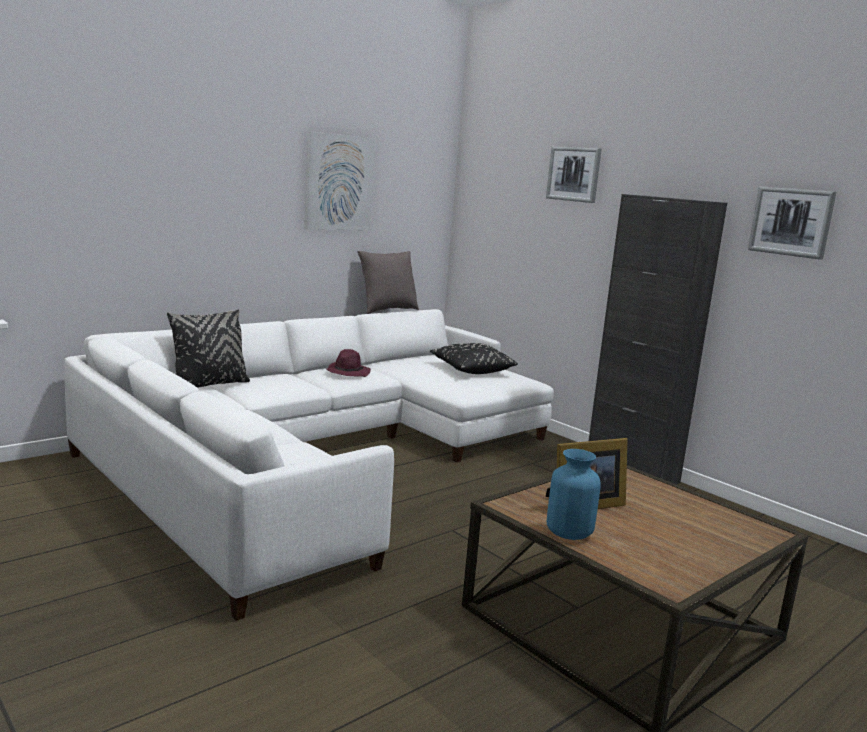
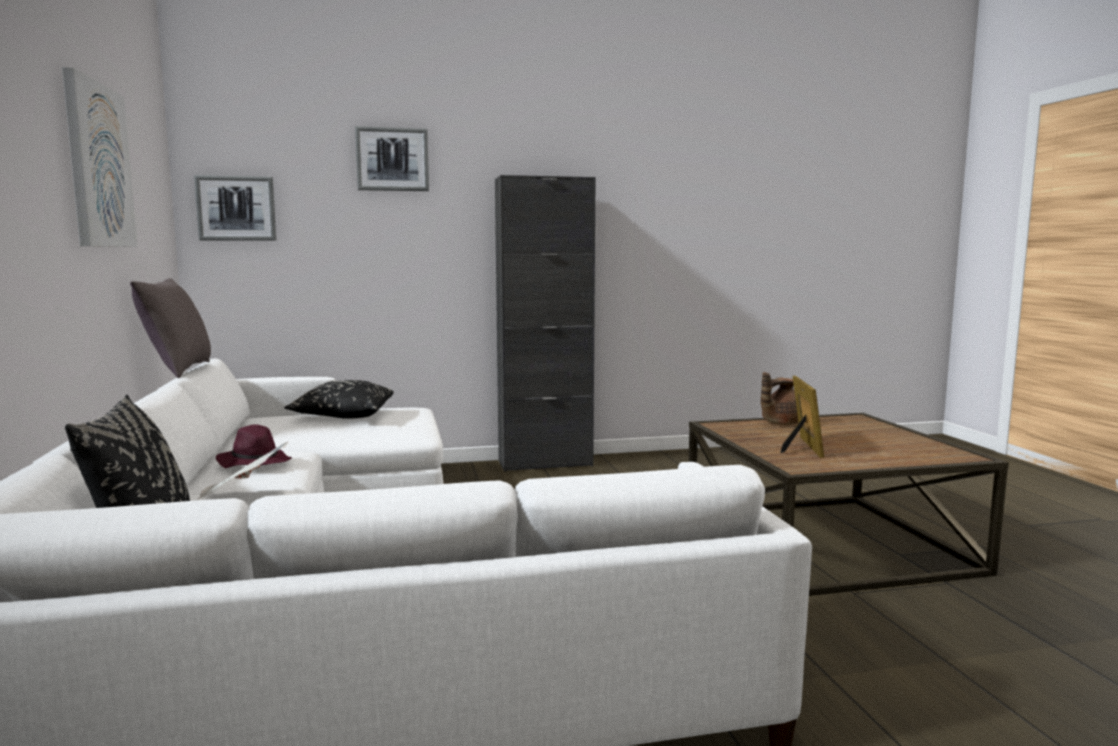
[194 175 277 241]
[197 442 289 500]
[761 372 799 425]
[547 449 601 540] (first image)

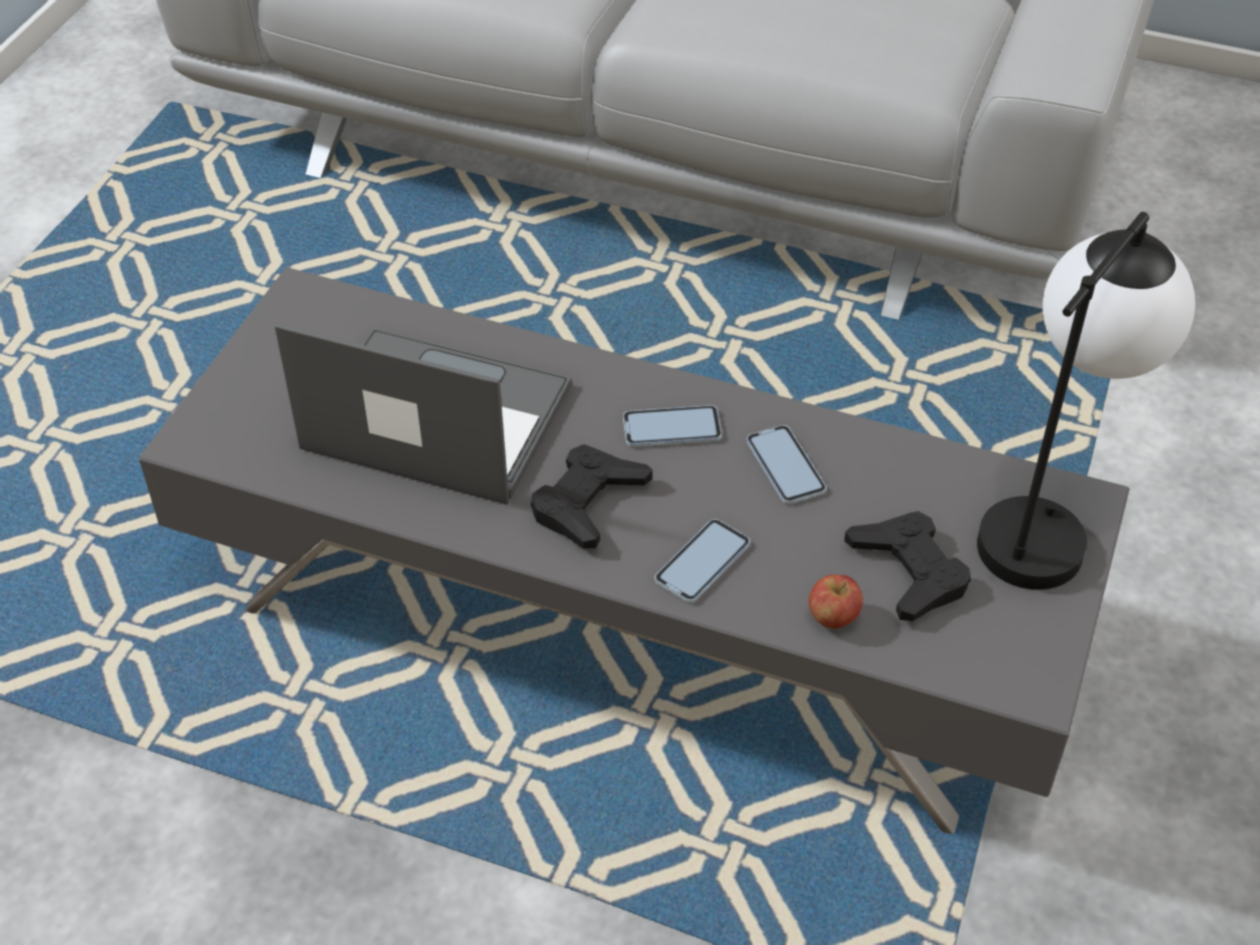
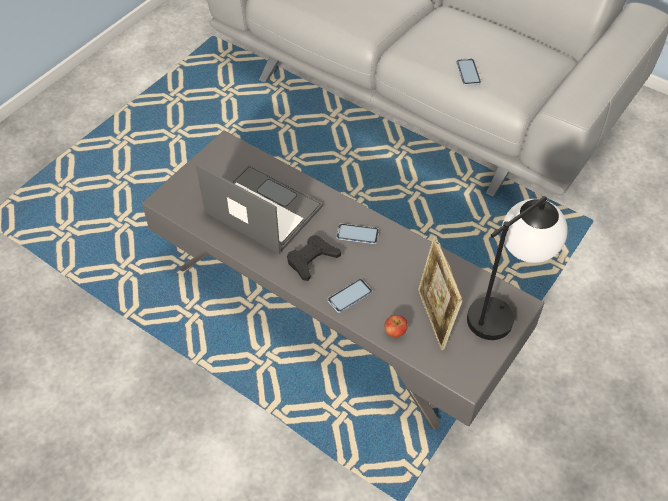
[418 237 463 350]
[456 59 481 85]

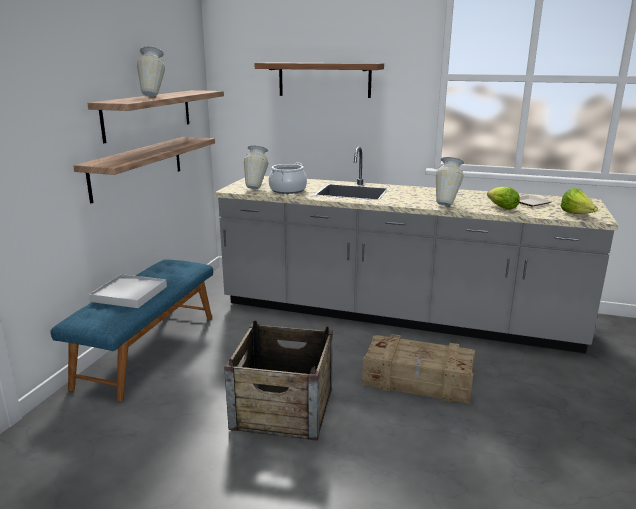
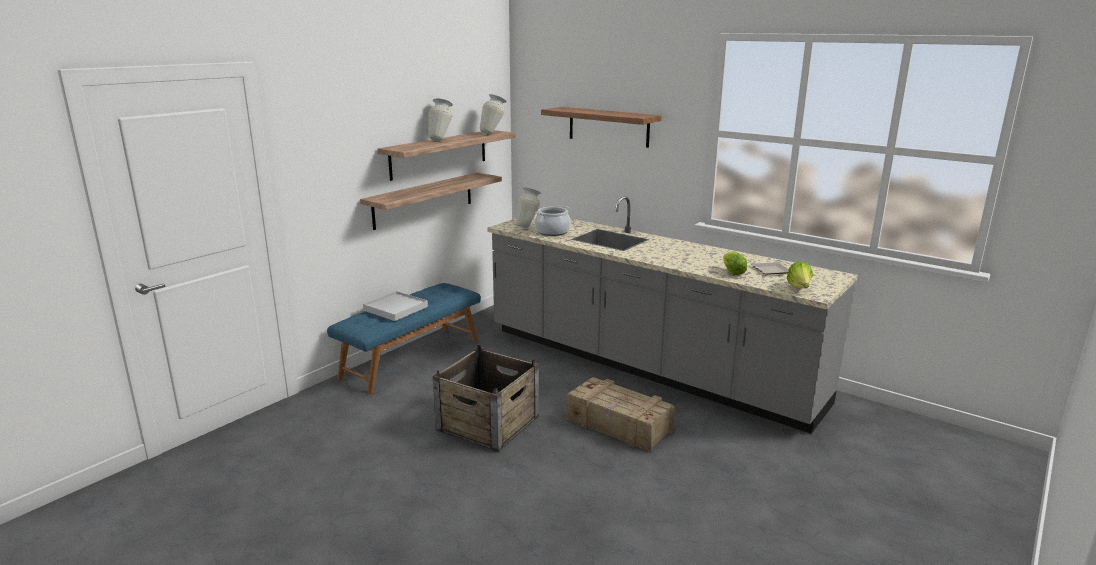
[480 94 507 134]

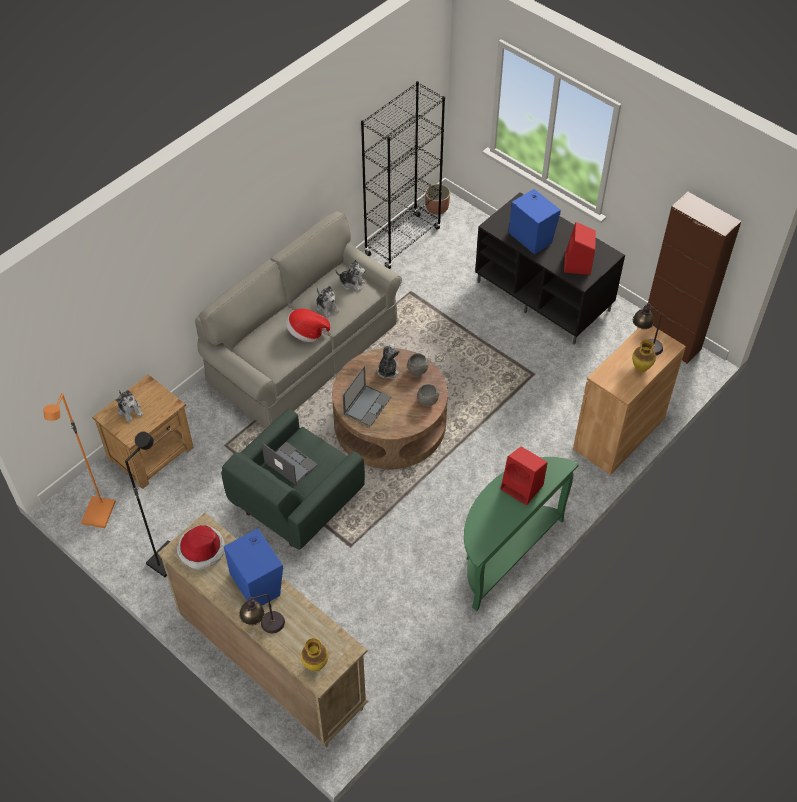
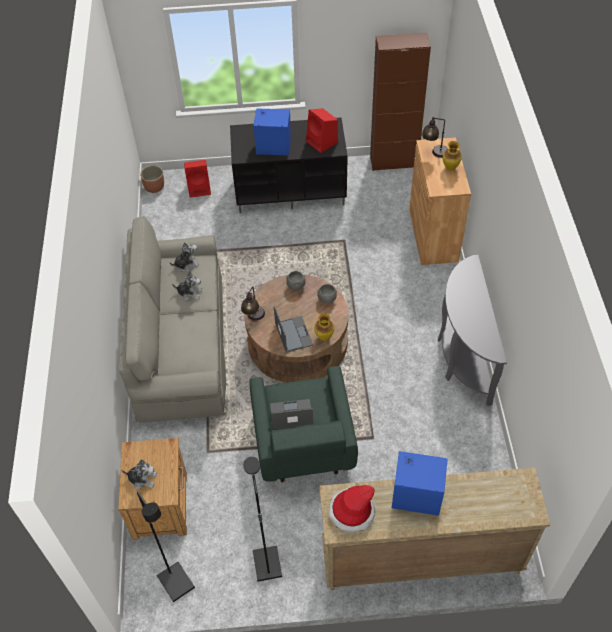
[137 492 195 602]
[184 160 211 198]
[241 286 265 321]
[314 313 334 341]
[438 255 507 406]
[286 309 330 342] (first image)
[361 81 445 269] (first image)
[377 343 400 379] (first image)

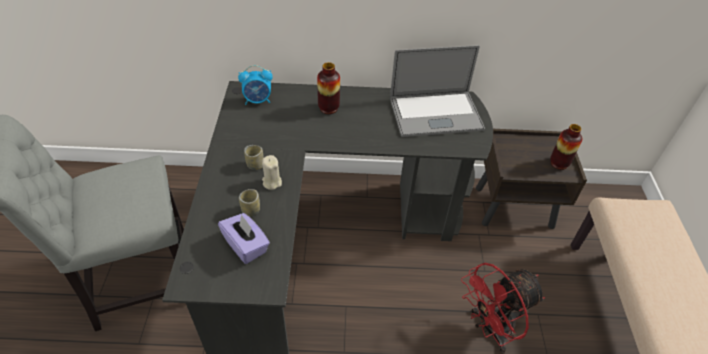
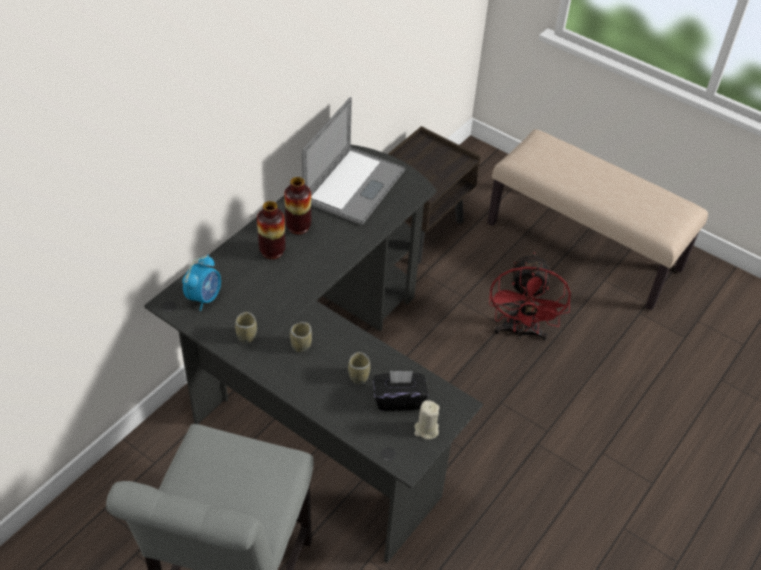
[235 312 257 343]
[284 177 311 235]
[373 370 428 411]
[414 400 440 440]

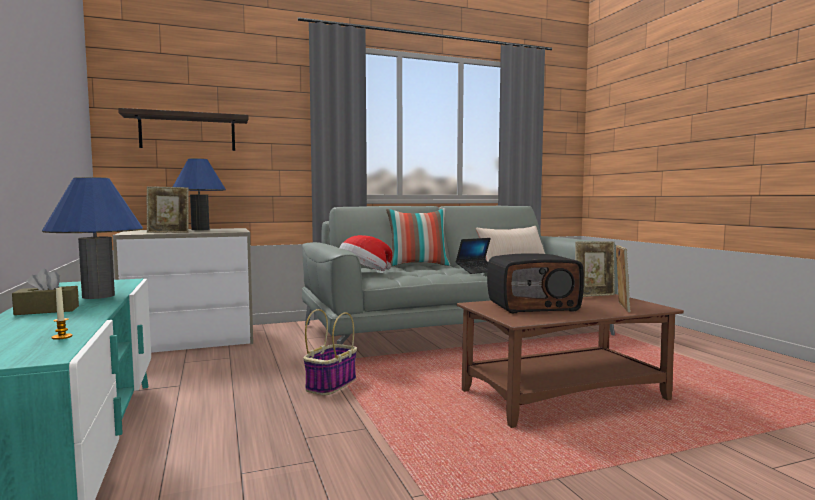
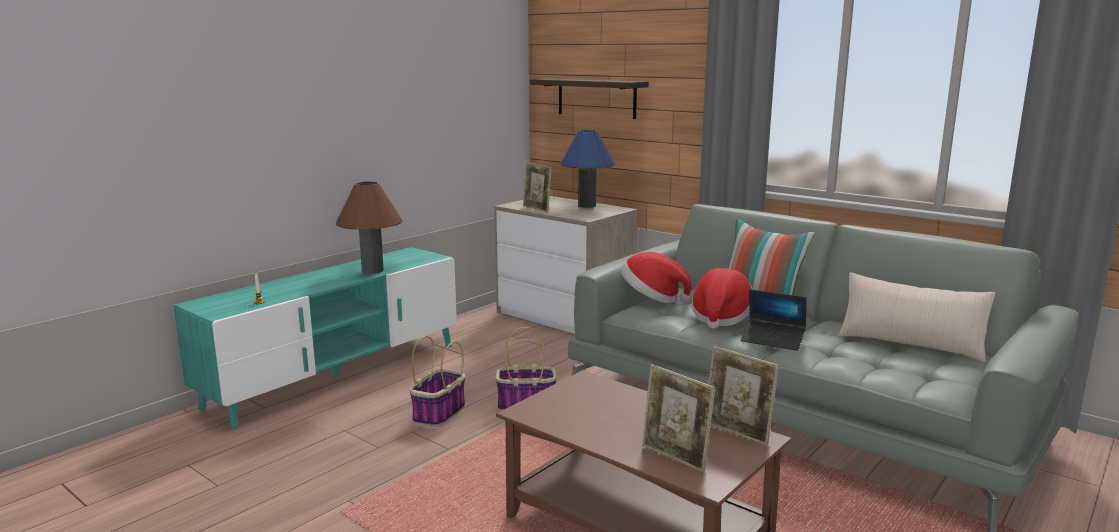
[336 181 403 274]
[410 336 465 427]
[642 364 716 473]
[692 268 753 329]
[12 269 79 315] (first image)
[487 253 584 313] (first image)

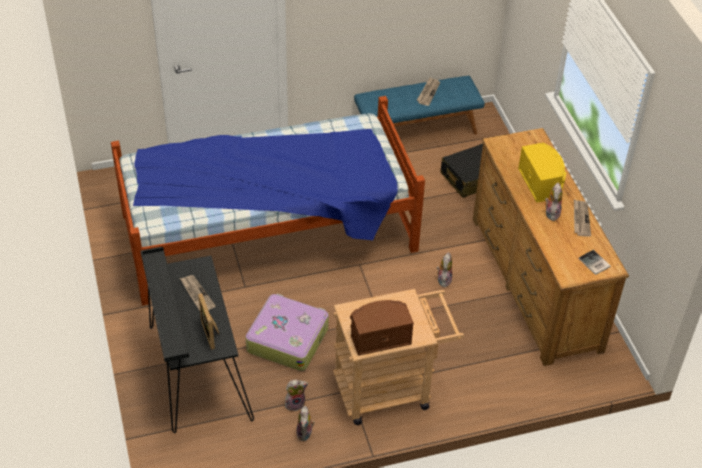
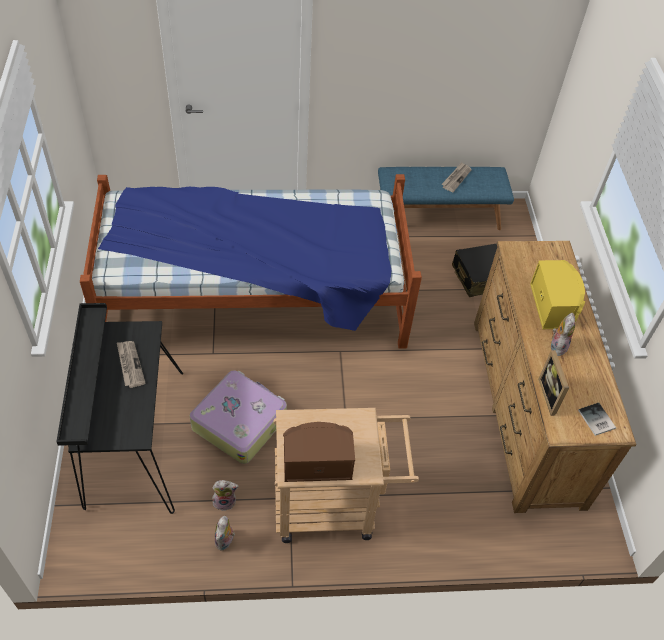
[538 350 569 416]
[437 252 452 287] (first image)
[574 200 591 237] (first image)

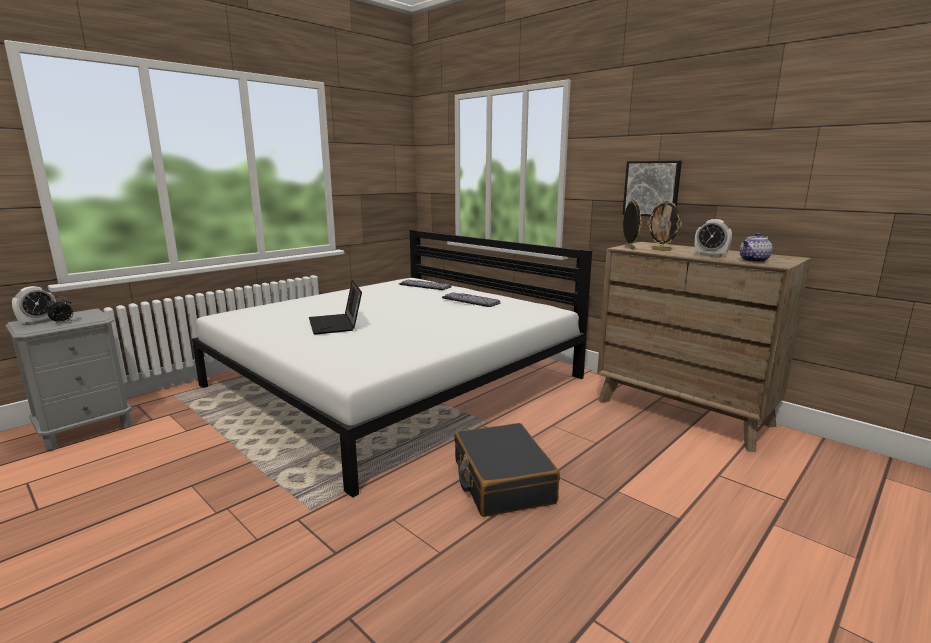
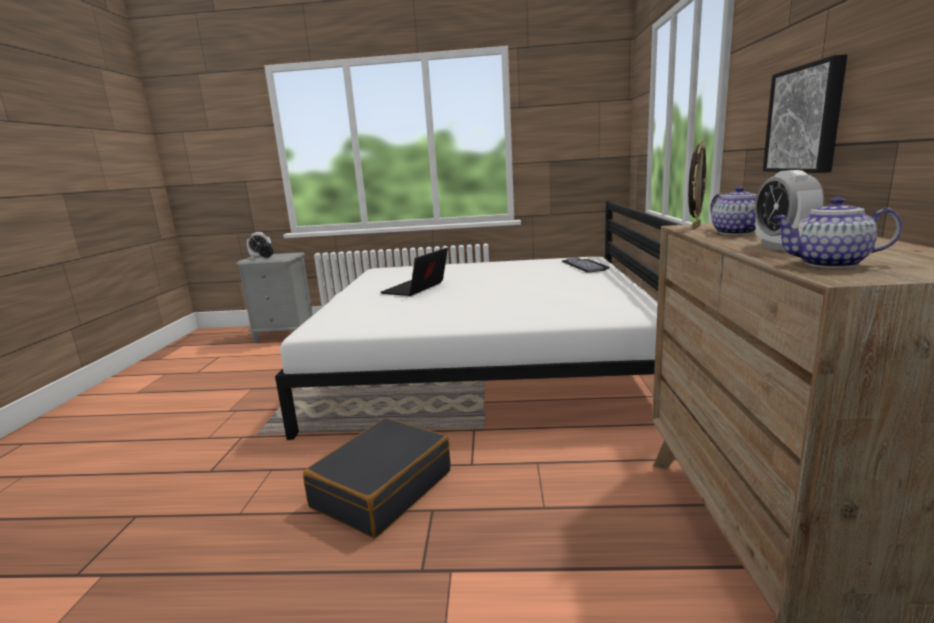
[710 186 757 235]
[442 292 501 307] (first image)

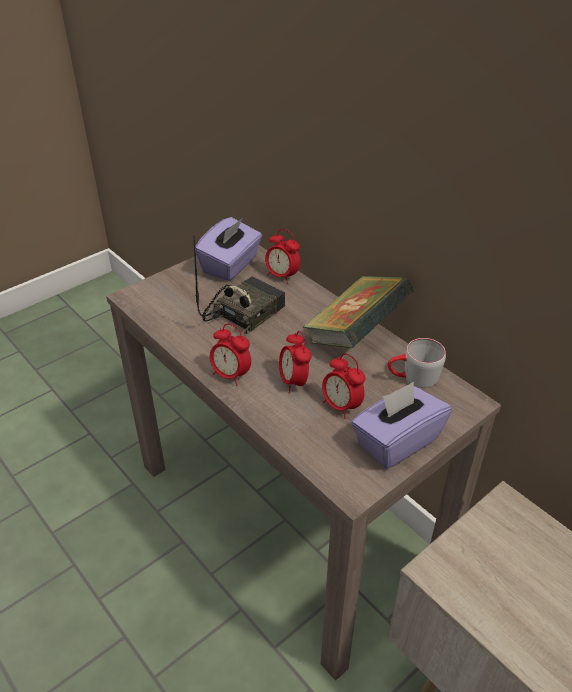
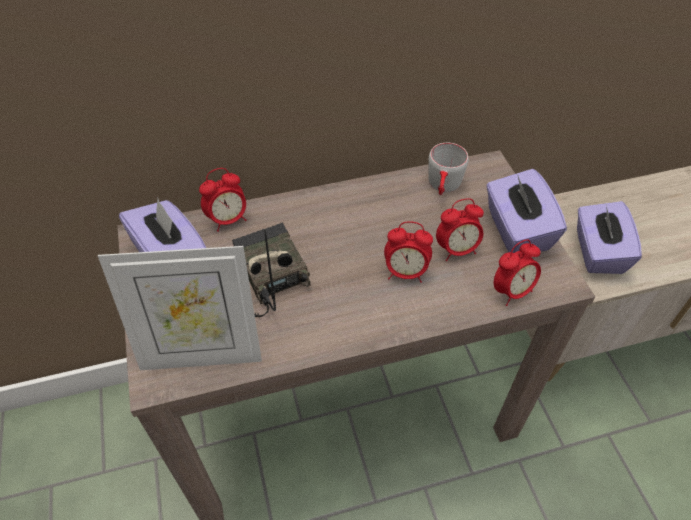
[98 246 262 370]
[494 239 541 306]
[577 201 642 274]
[303 276 414 348] (first image)

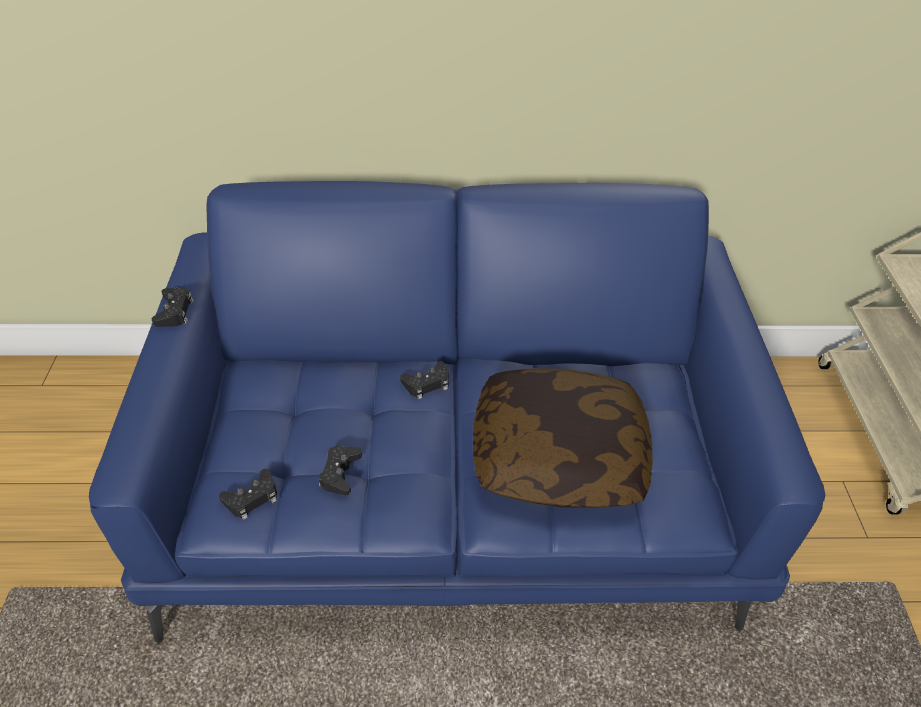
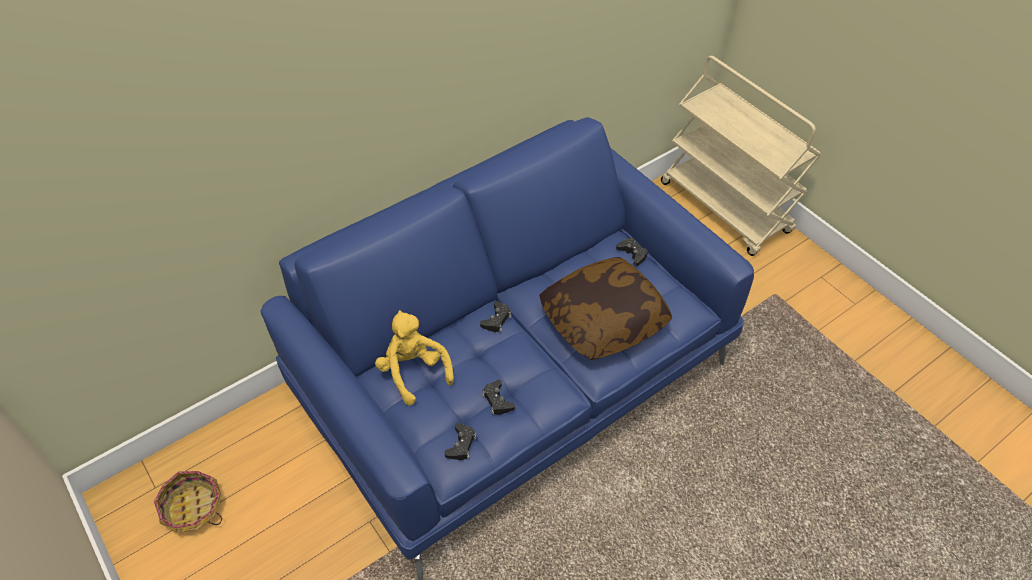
[154 471 222 533]
[375 310 454 406]
[616 238 648 266]

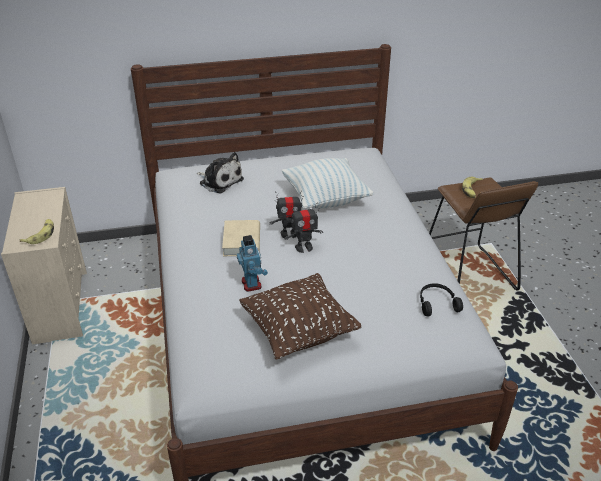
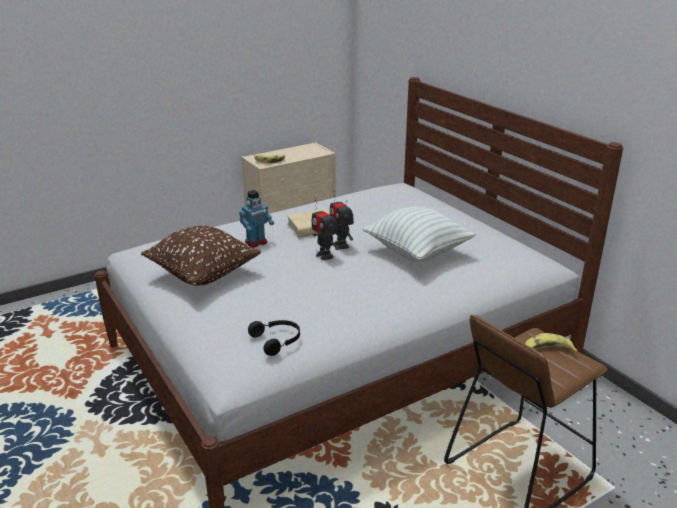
[197 152 244 193] (first image)

